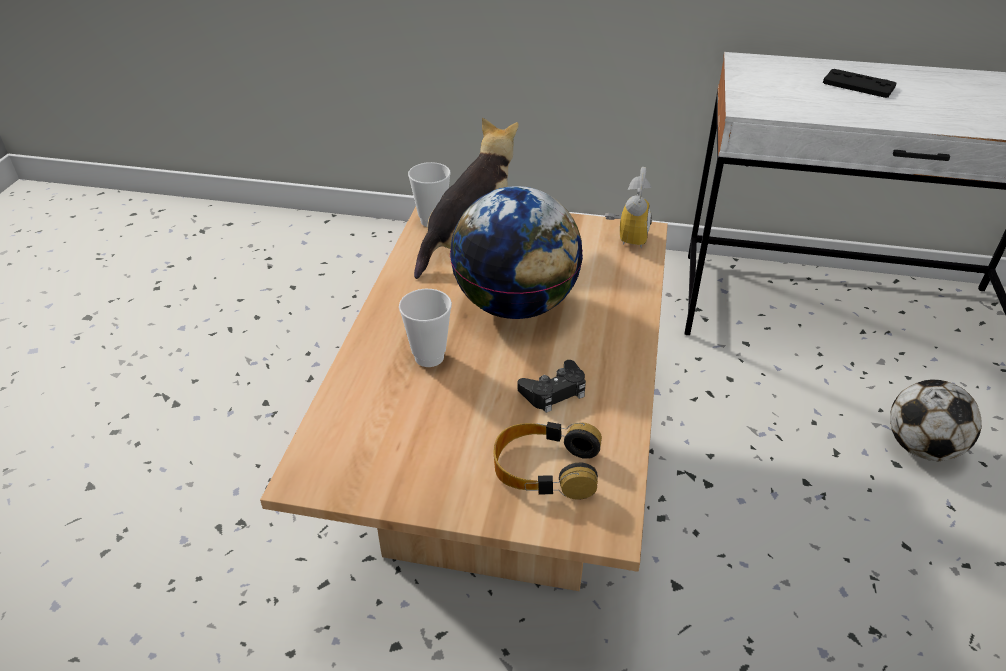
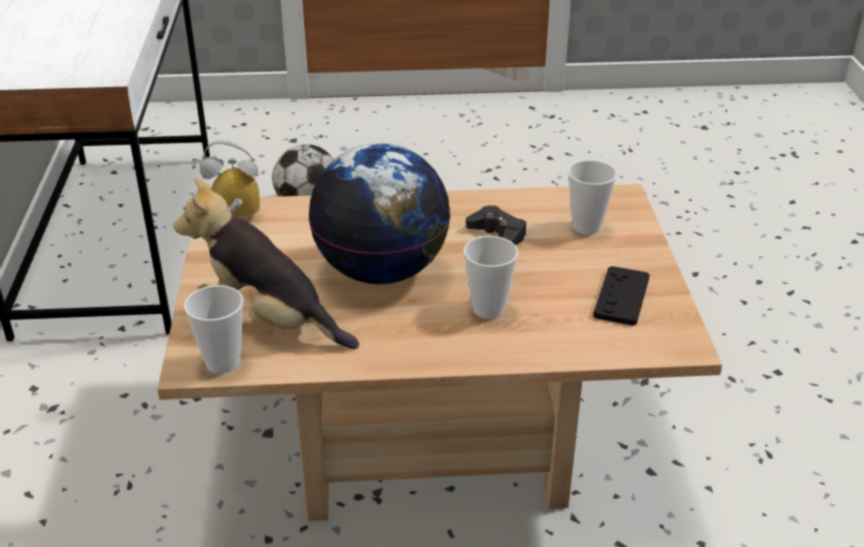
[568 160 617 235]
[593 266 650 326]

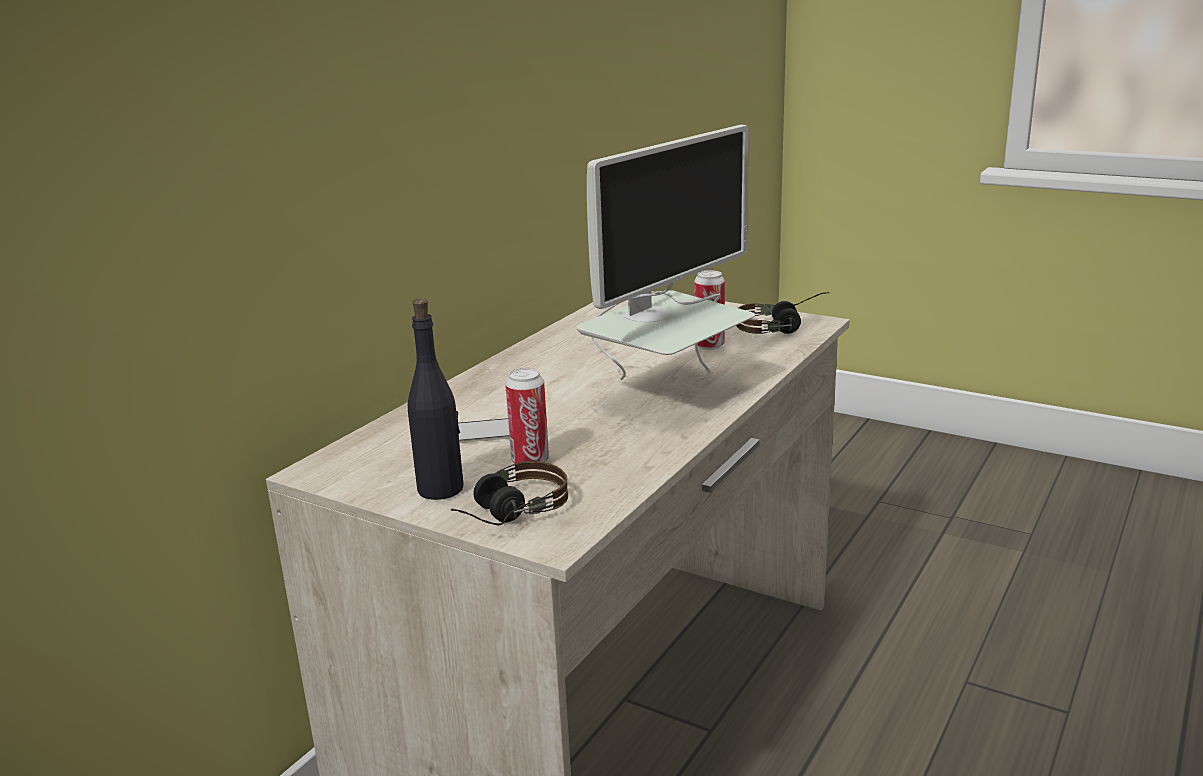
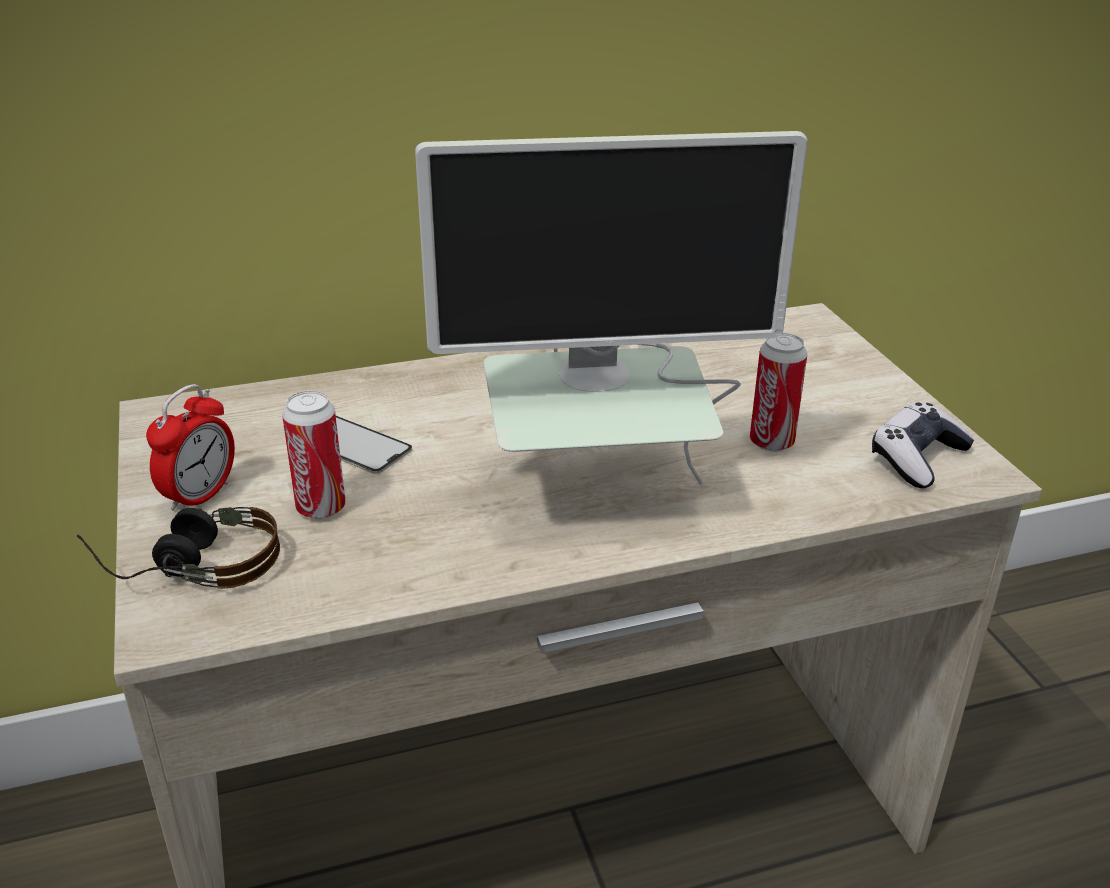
[146 384 235 510]
[872 402 974 489]

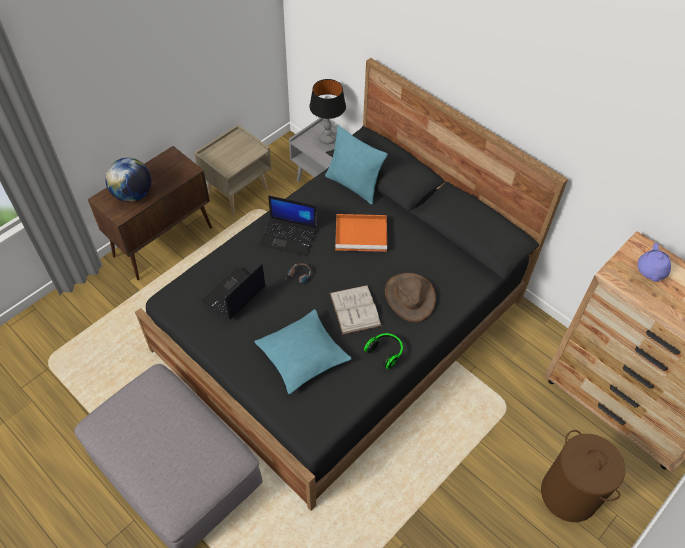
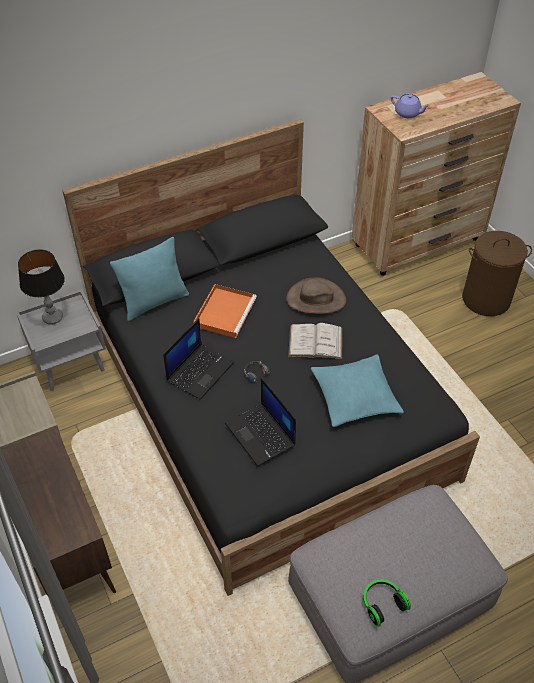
[363 580 411 627]
[105 158 151 202] (first image)

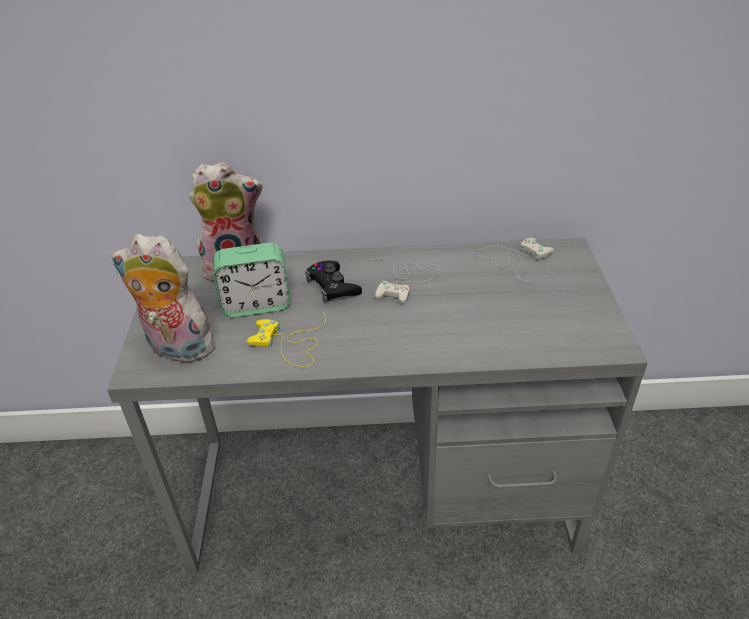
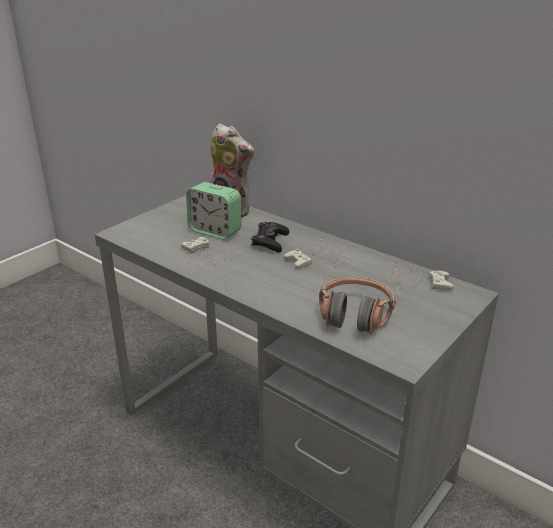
[181 237 242 270]
[319 277 396 334]
[111 234 219 367] (first image)

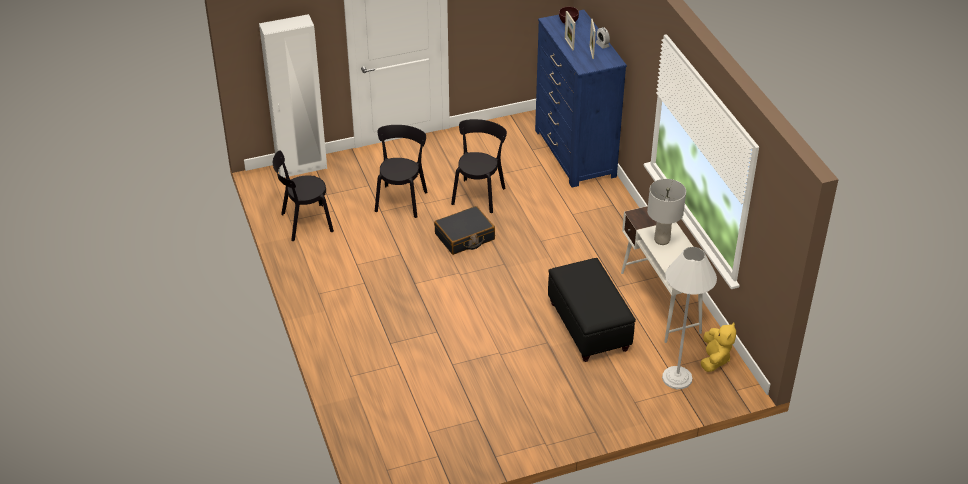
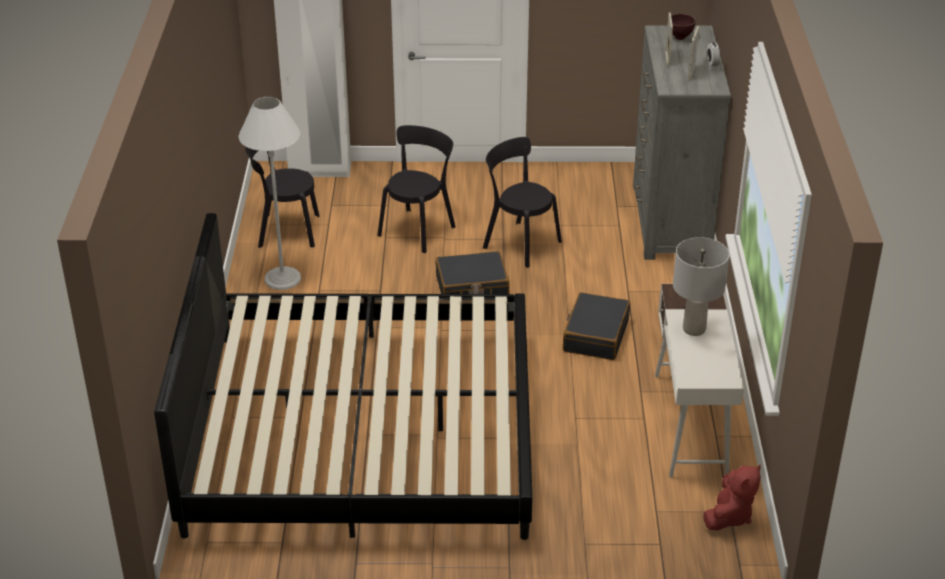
[154 213 533 540]
[239 96 301 290]
[483 137 562 268]
[563 292 630 360]
[633 25 731 260]
[703 465 761 531]
[548 258 636 362] (first image)

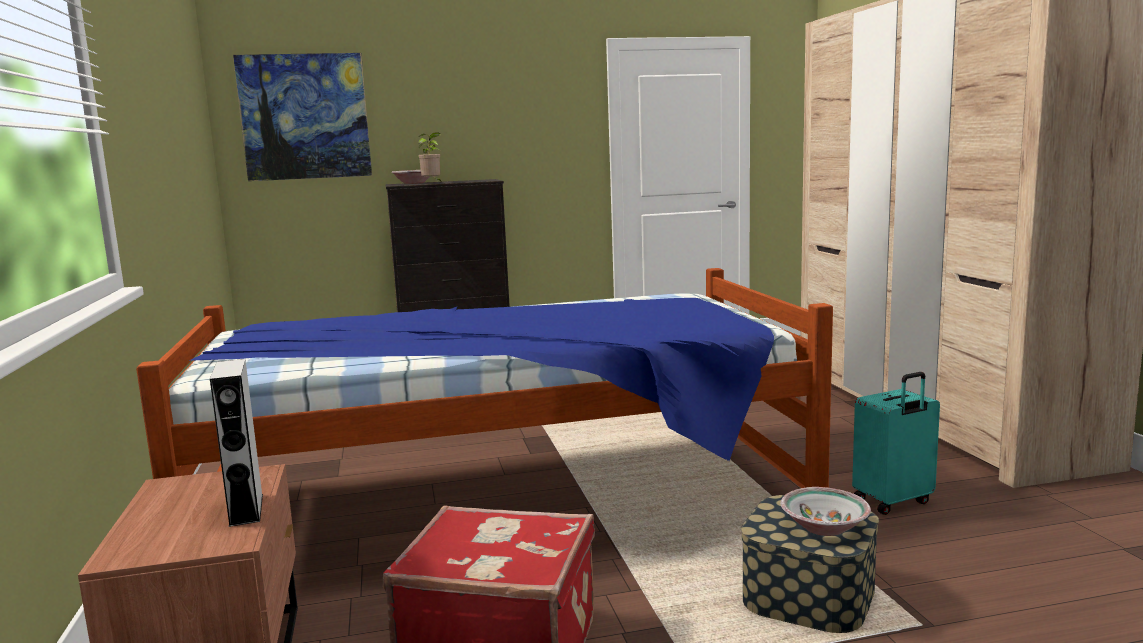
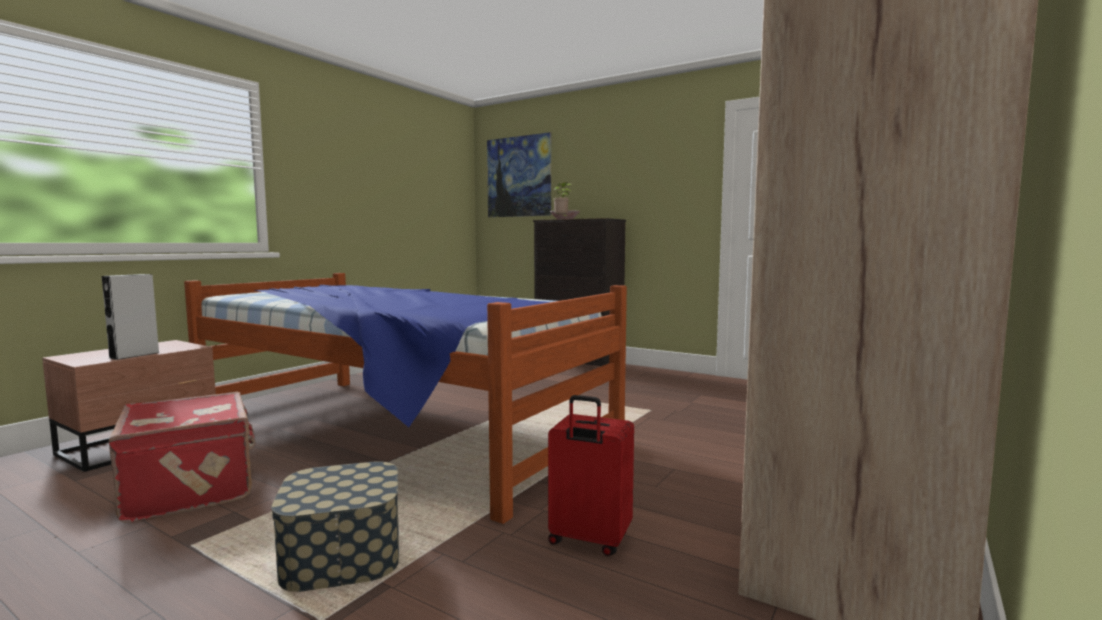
[548 395 634 556]
[780 487 871 536] (first image)

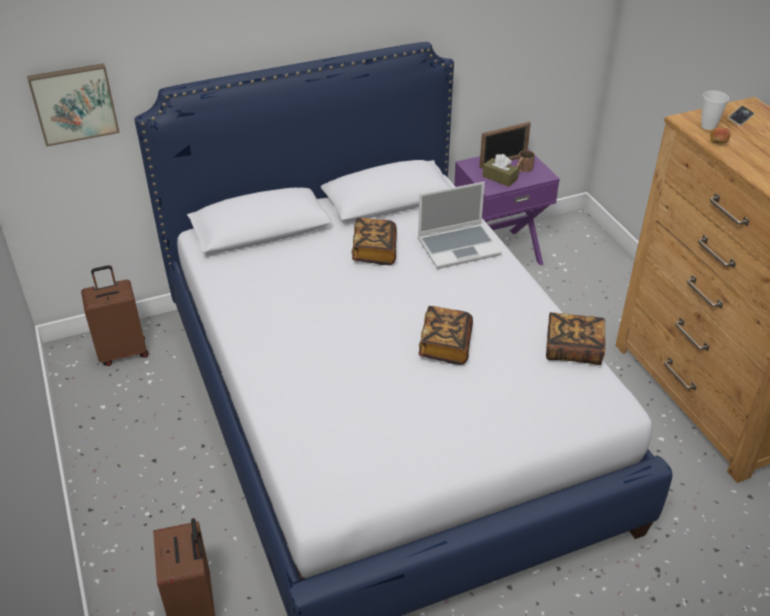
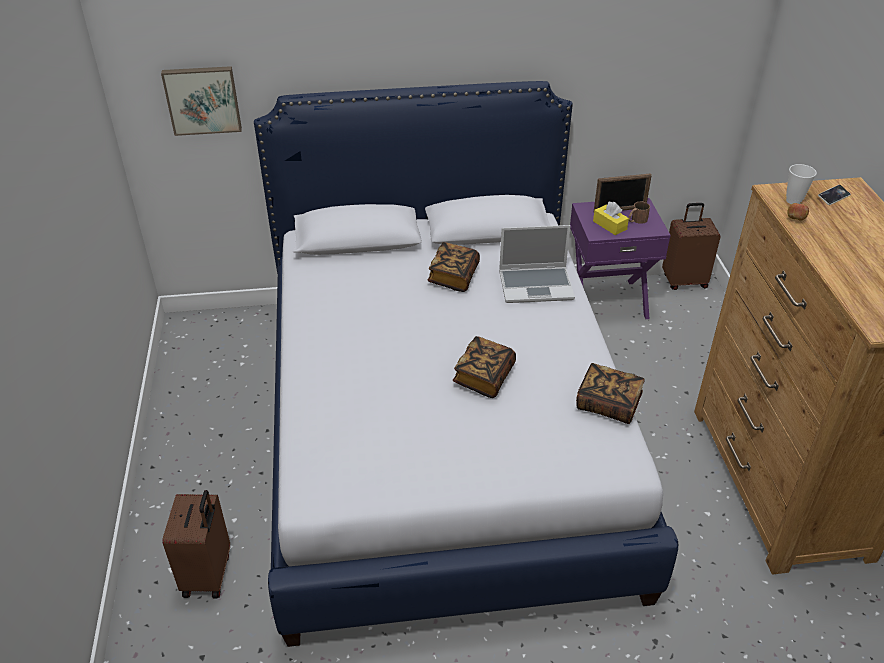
[593 202 629 235]
[662 203 721 290]

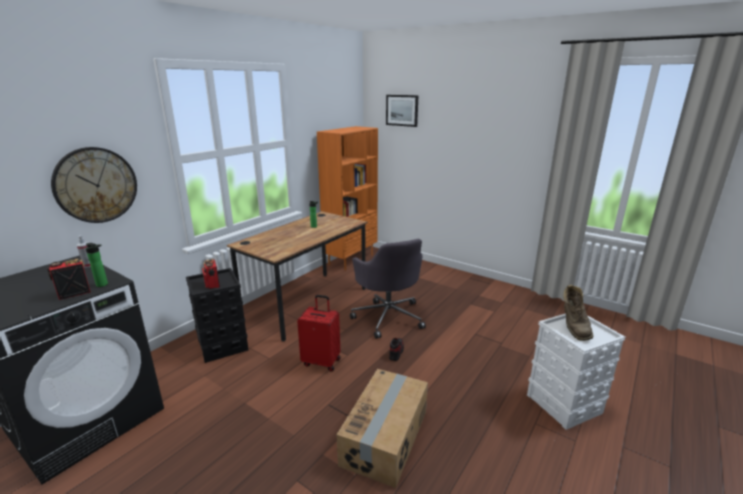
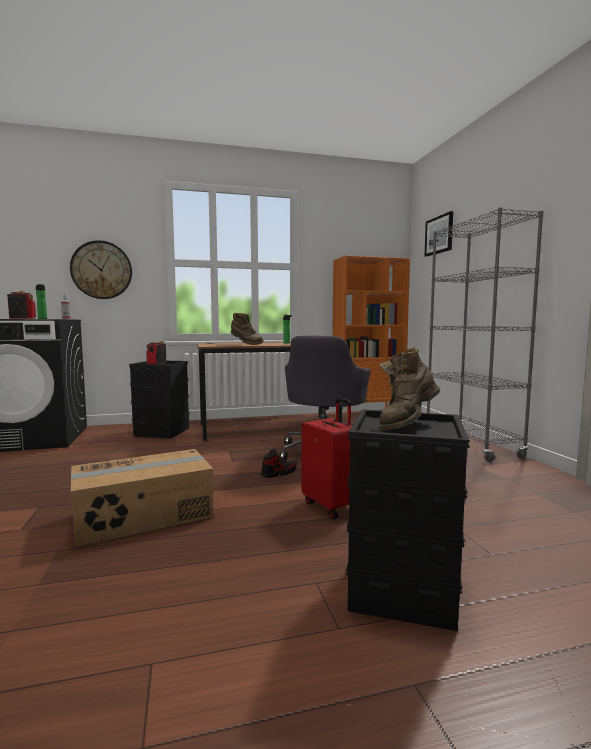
[231 313 264 345]
[302 398 353 519]
[346 409 470 631]
[427 207 543 462]

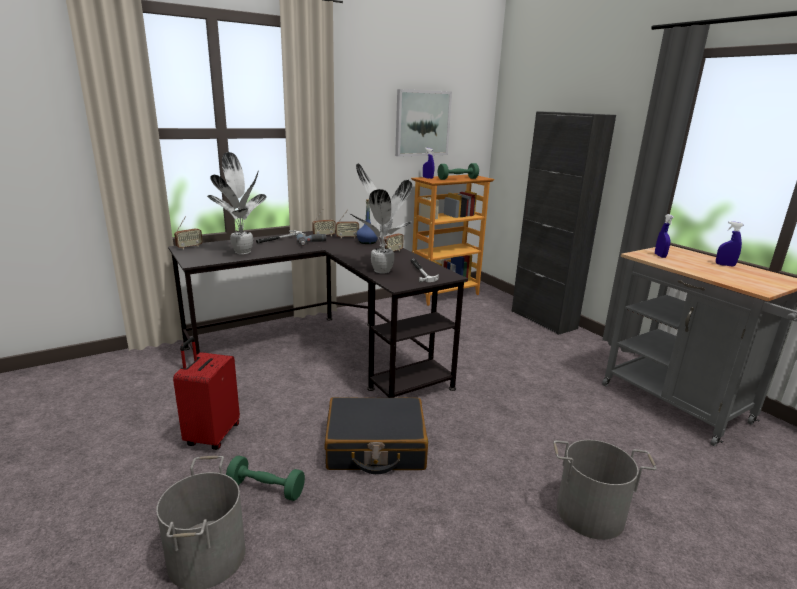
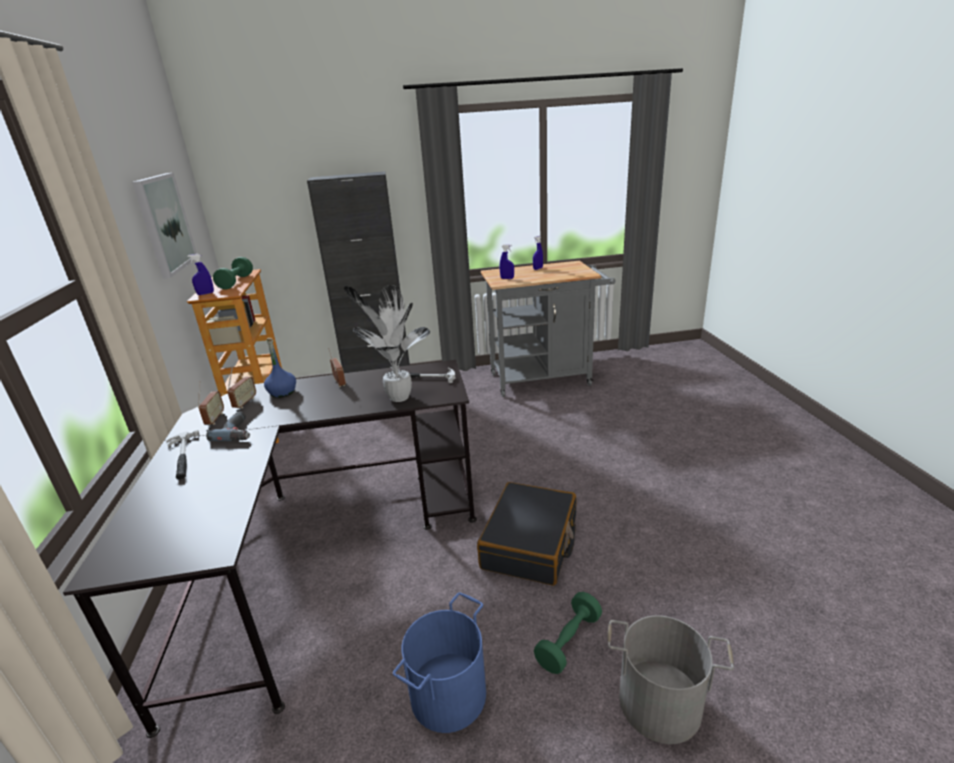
[393 593 486 733]
[174 217 203 249] (first image)
[207 152 267 254] (first image)
[554 440 657 540] (first image)

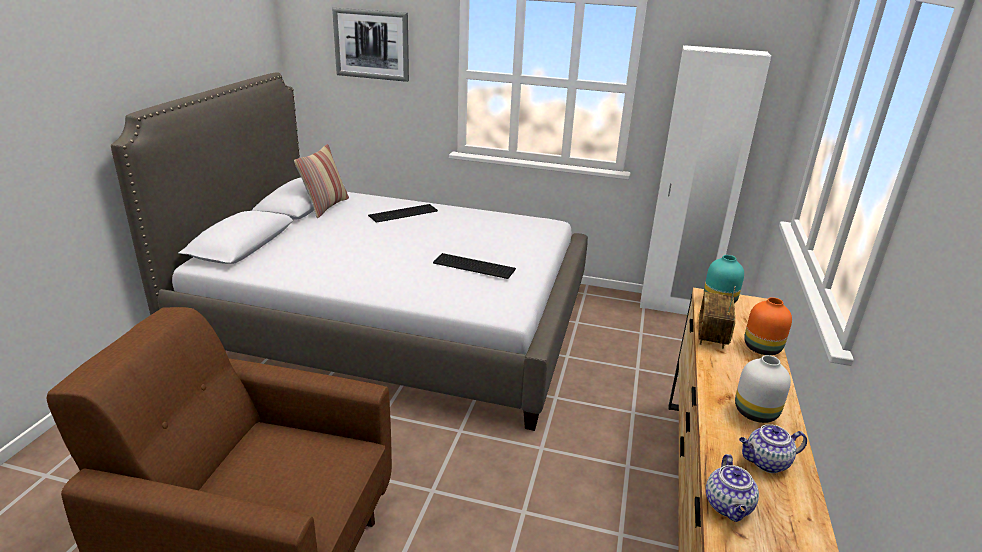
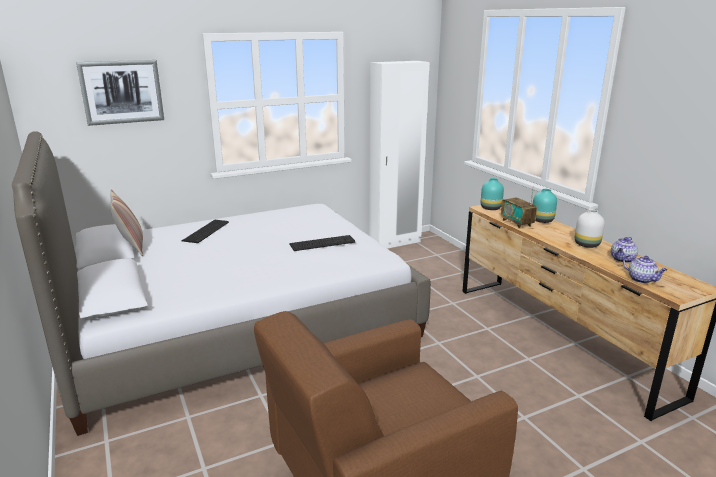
[533 189 557 223]

